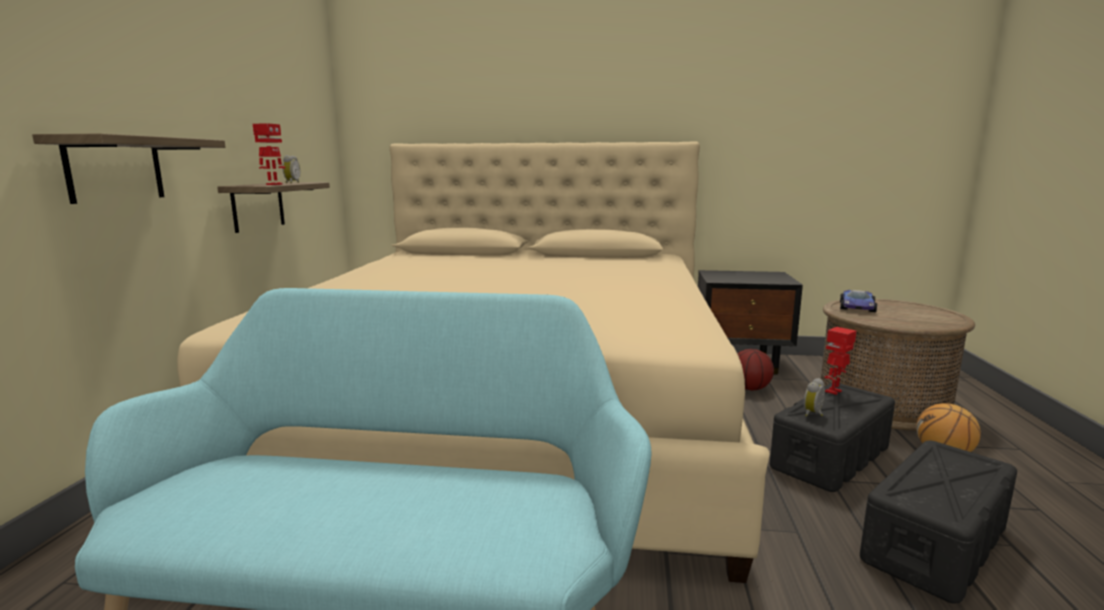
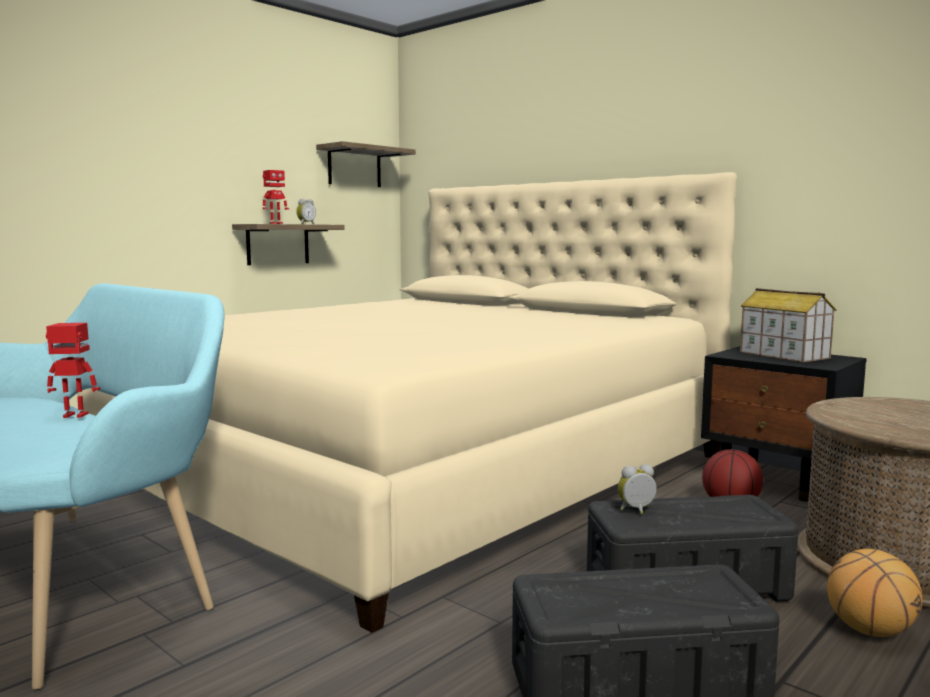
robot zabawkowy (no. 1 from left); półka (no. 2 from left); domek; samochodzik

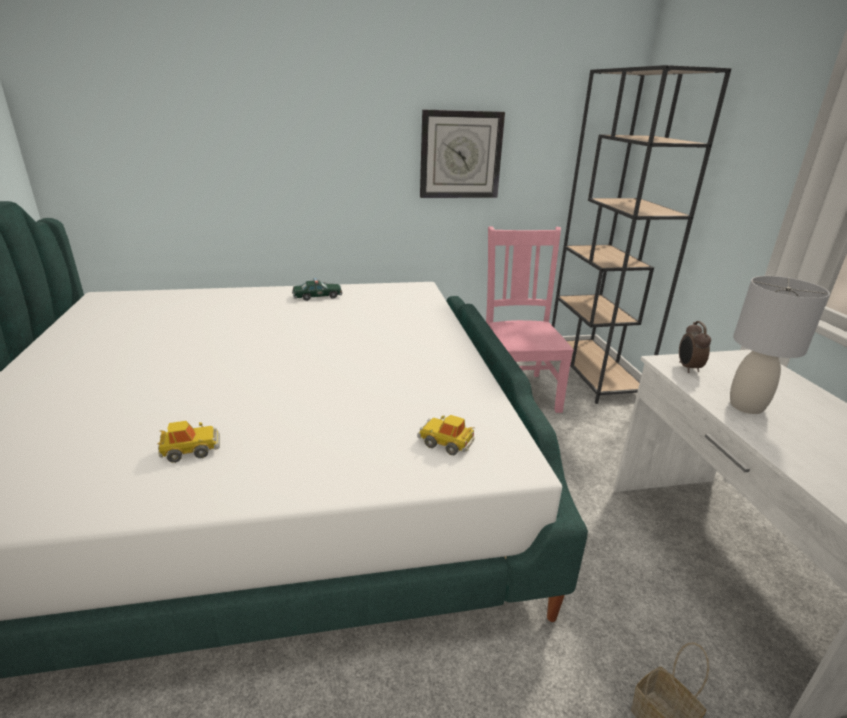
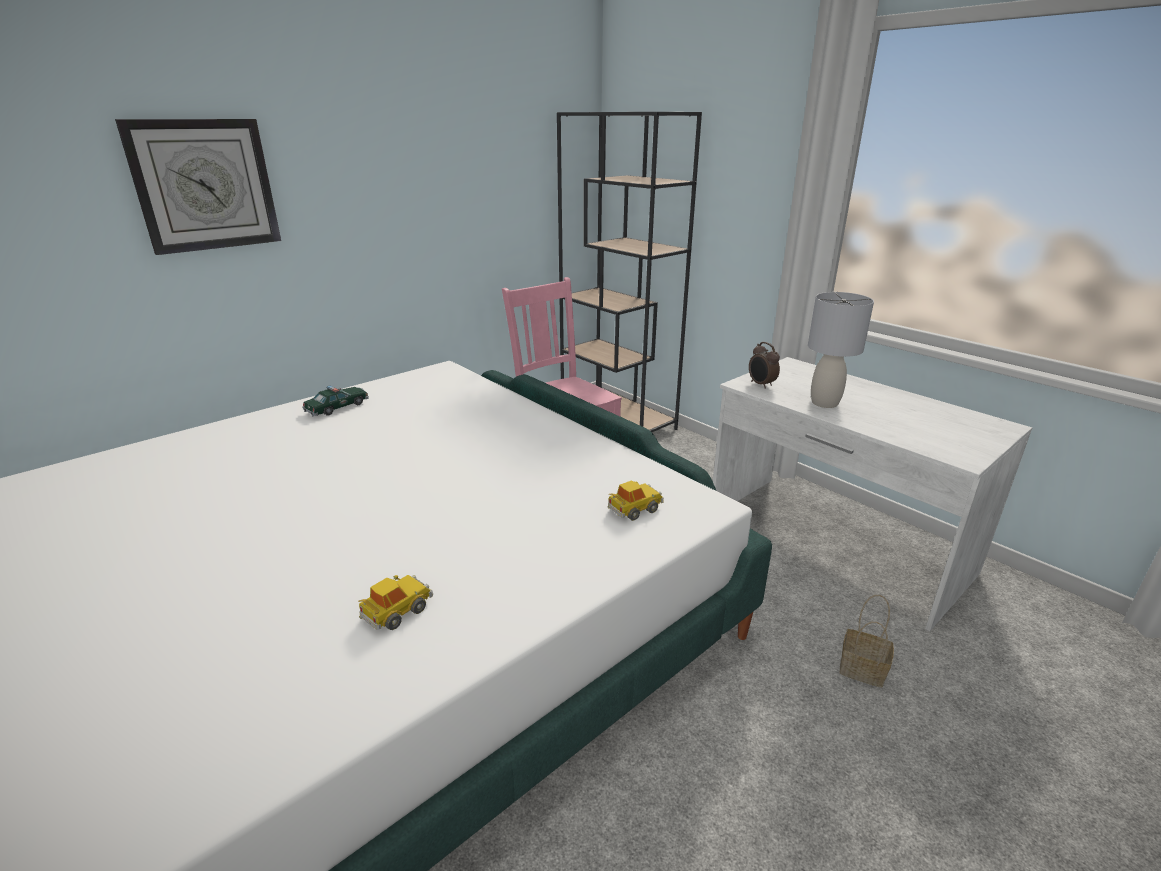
zegar ścienny; samochodzik (no. 3 from left)

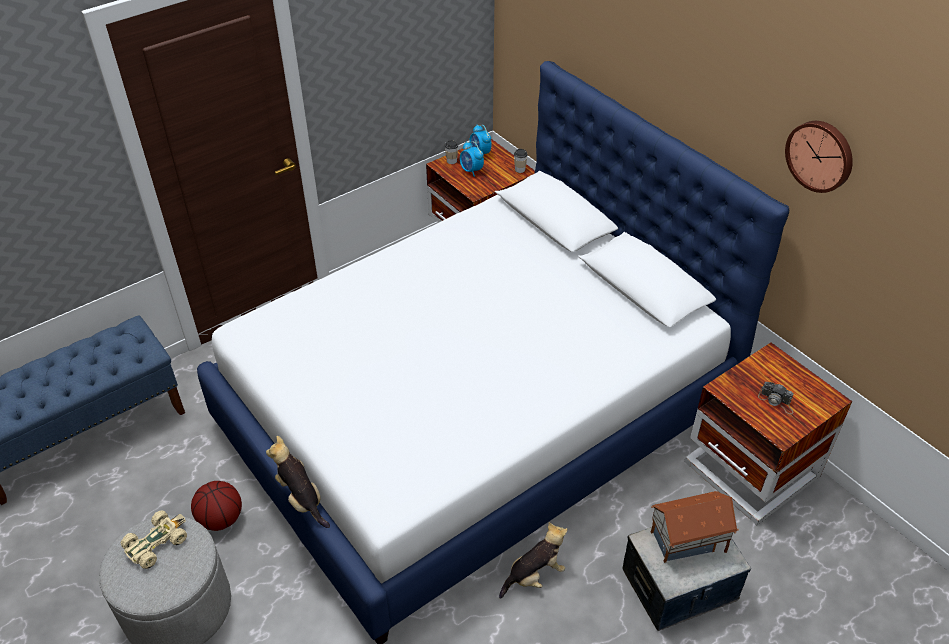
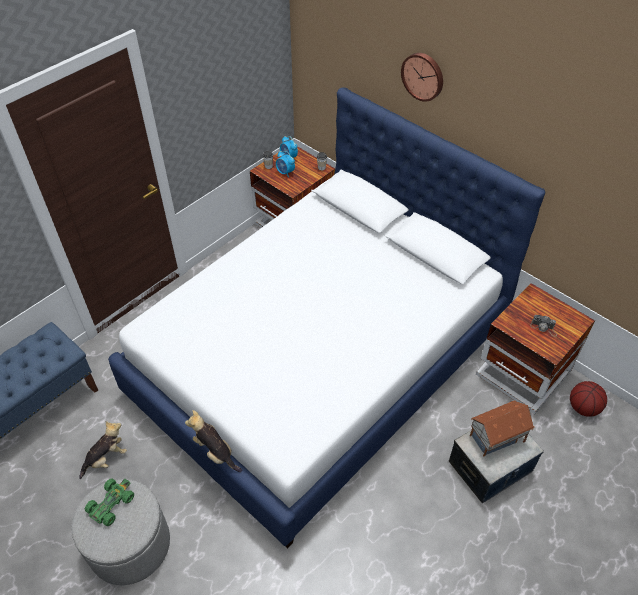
pluszak (no. 1 from left); samochodzik/zielony; zegar ścienny; piłka do koszykówki

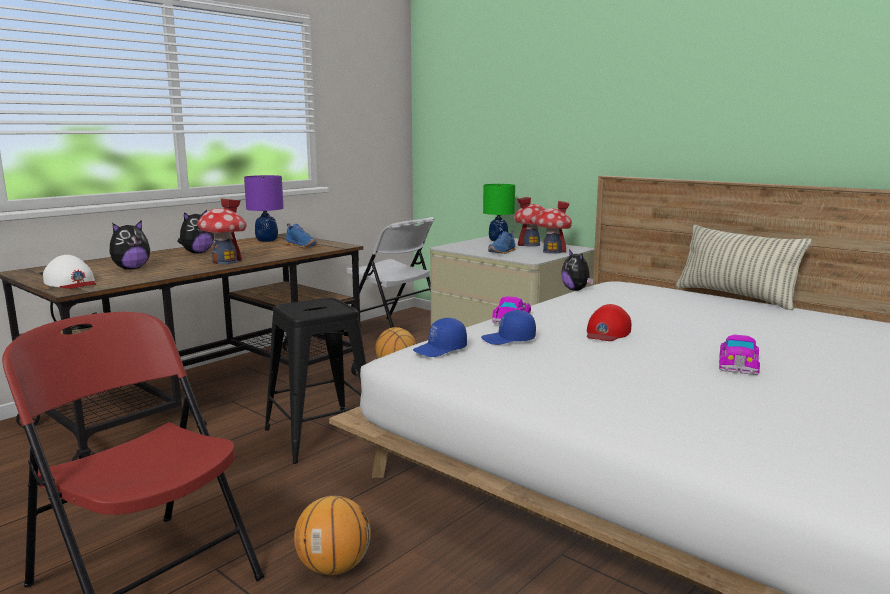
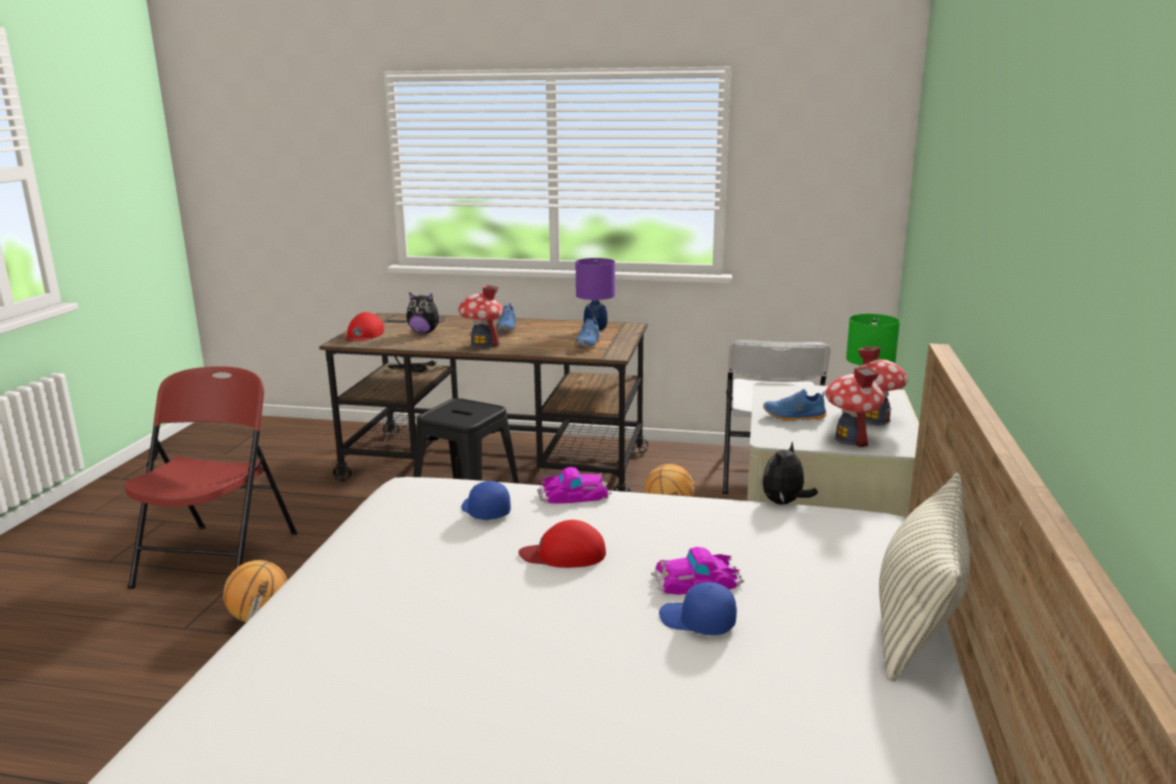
czapka z daszkiem/czerwony (no. 1 from left); but/niebieski (no. 1 from left); samochodzik (no. 2 from left); czapka z daszkiem/niebieski (no. 2 from left)

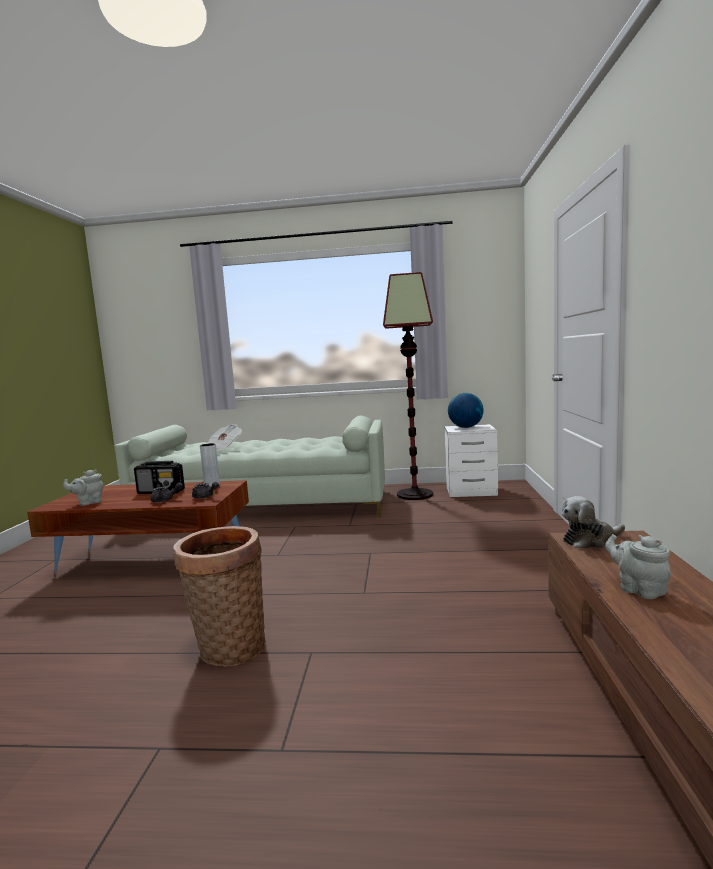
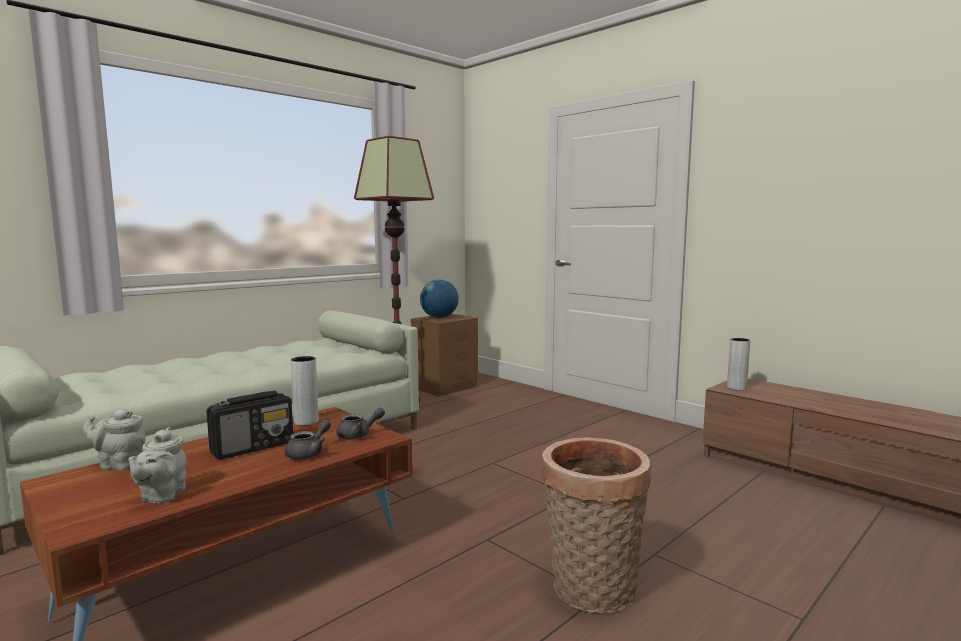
imbryk/szary (no. 1 from left); szafka nocna/brązowy; wazon/szary (no. 2 from left); gazeta

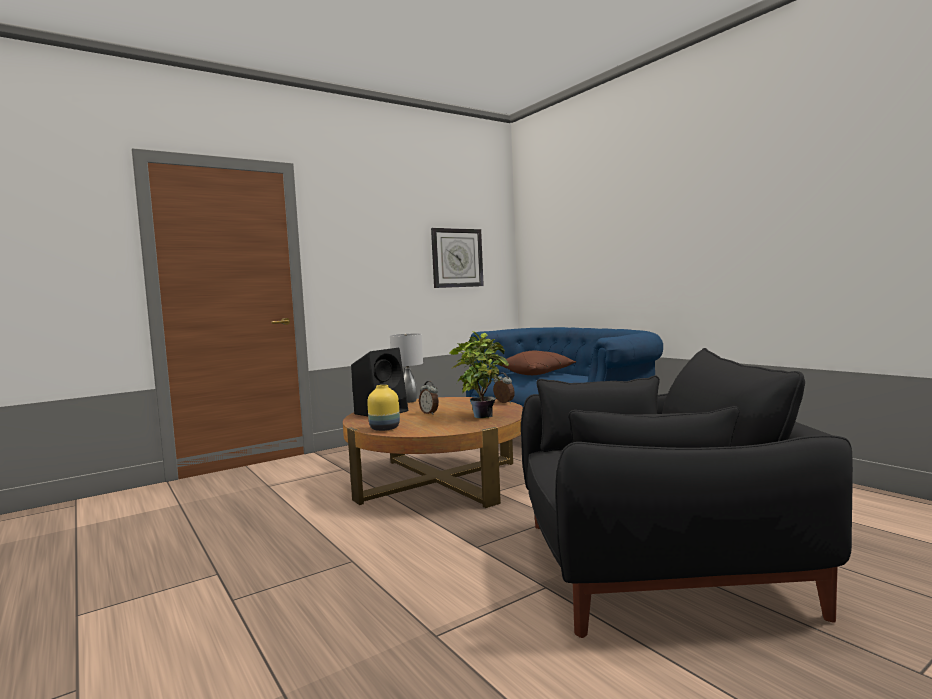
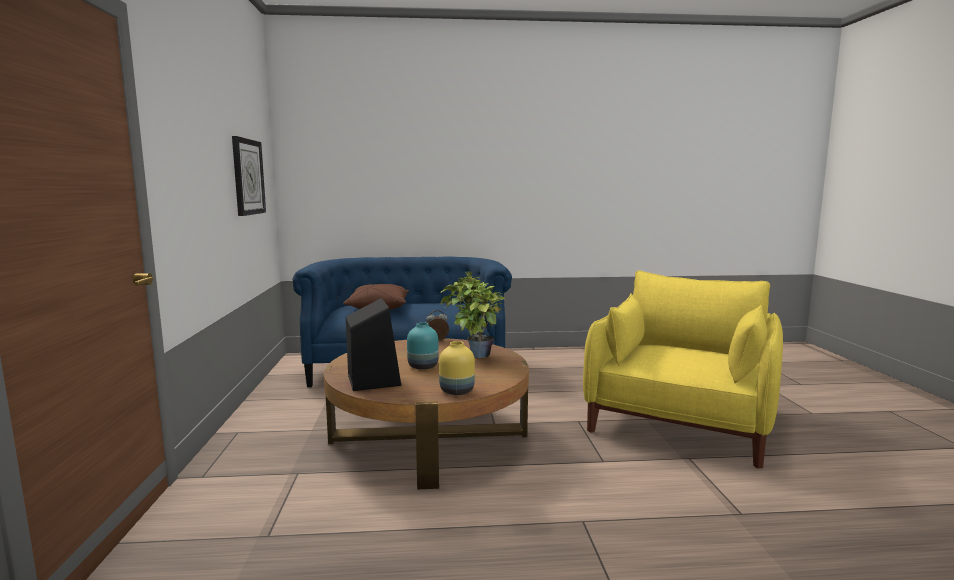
wazon/turkusowy; fotel/żółty; lampa stołowa/szary

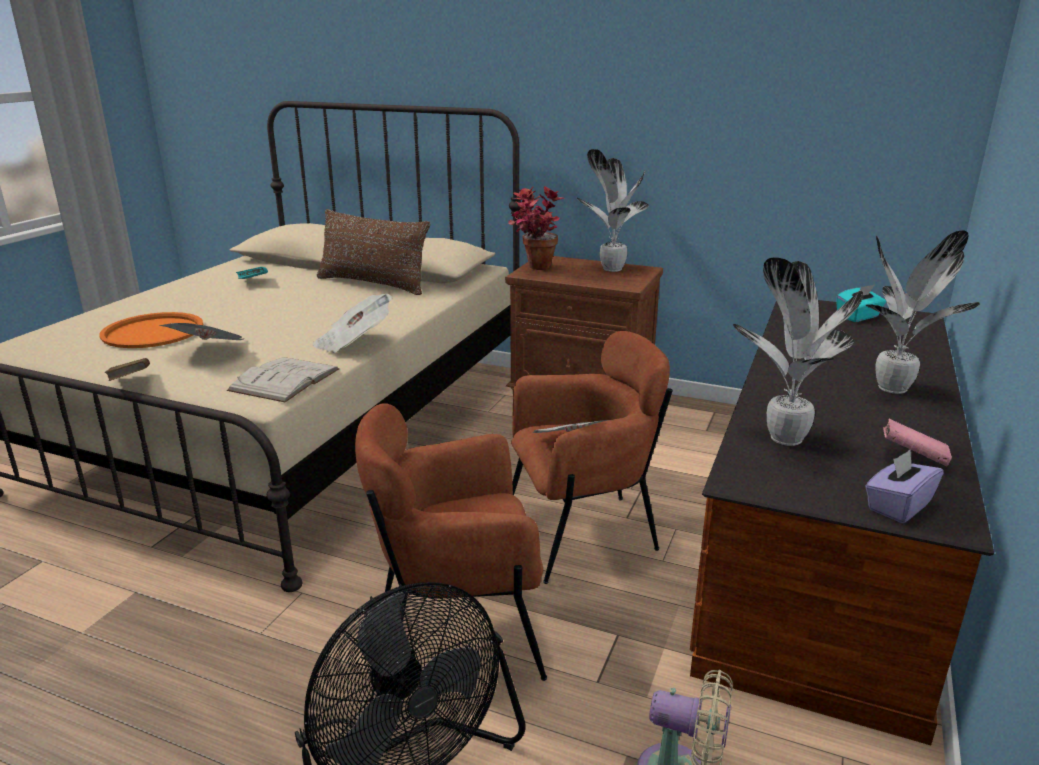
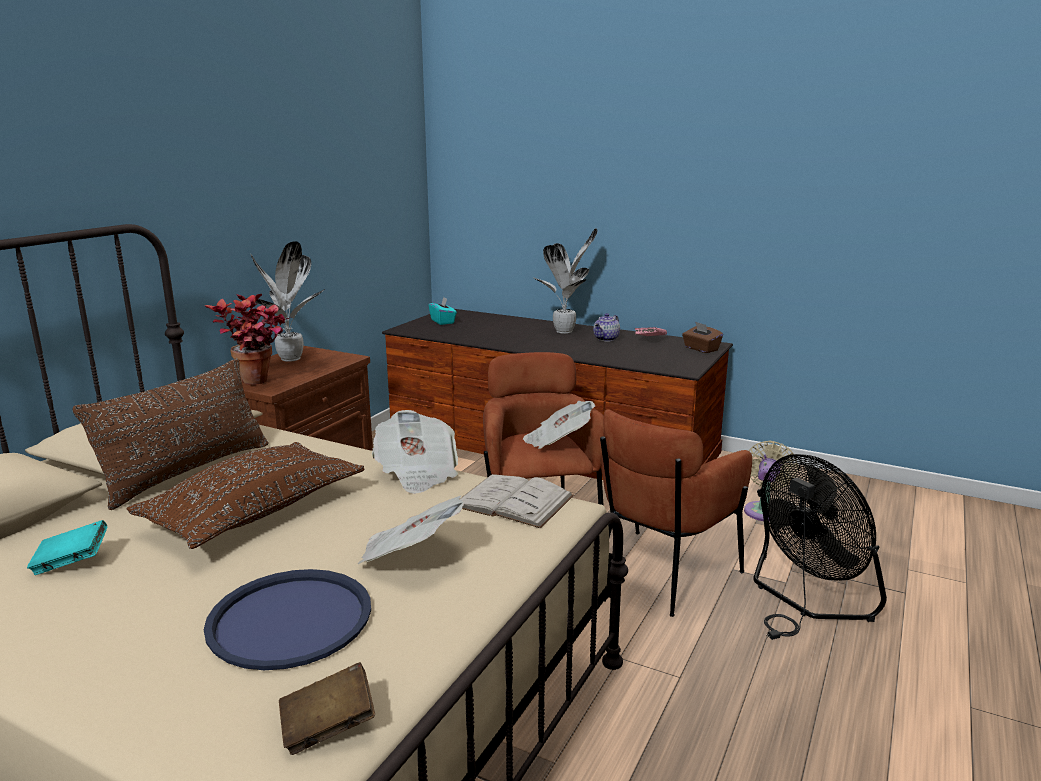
poduszka/brązowy (no. 2 from left); taca/niebieski; książka/brązowy; imbryk; fotel/brązowy (no. 2 from left); pudełko chusteczek/brązowy; roślina doniczkowa (no. 3 from left in the first image)

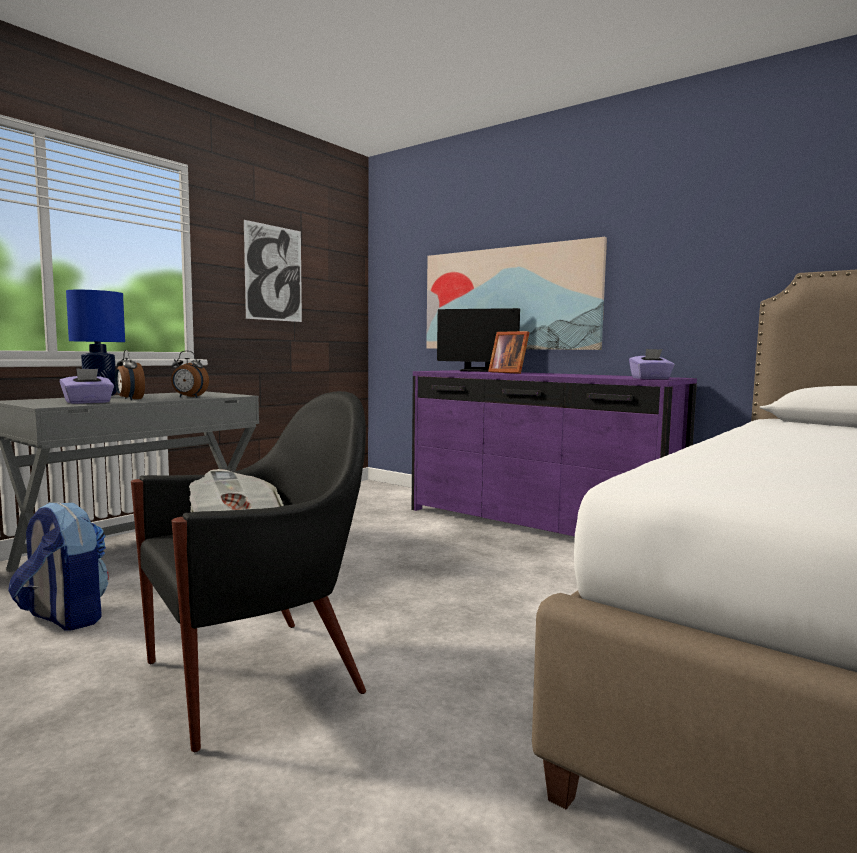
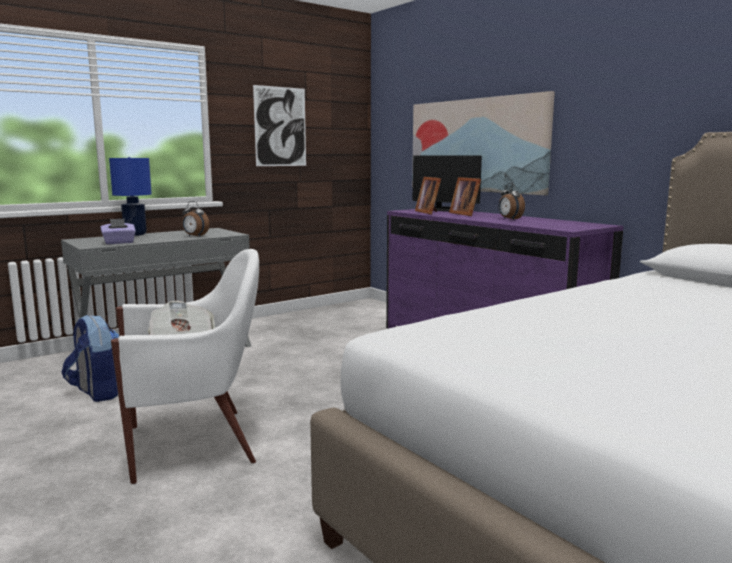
fotel/biały; ramka na zdjęcie (no. 1 from left); budzik (no. 2 from left); pudełko chusteczek/fioletowy (no. 2 from left in the first image)

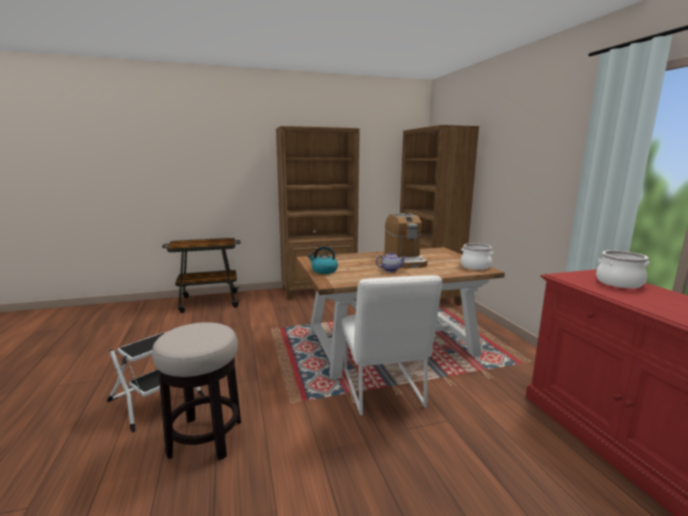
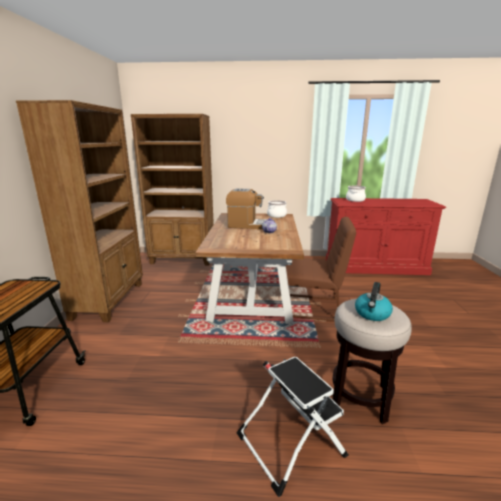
krzesło/brązowy; czajnik

